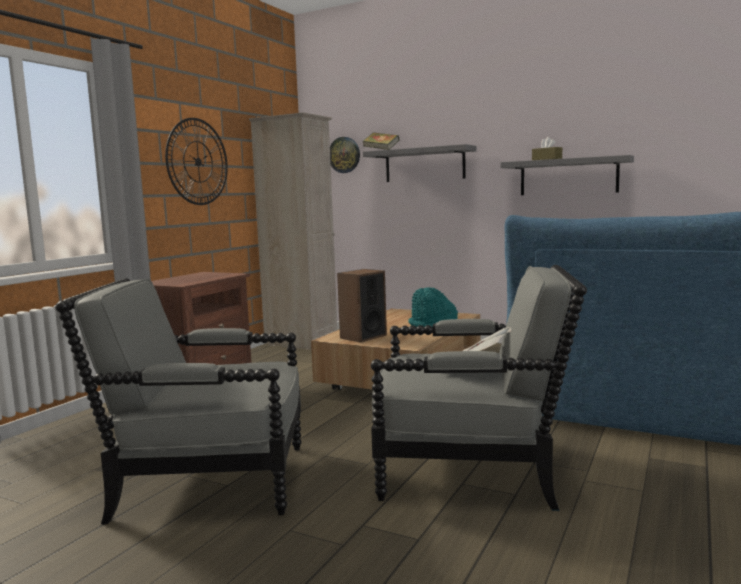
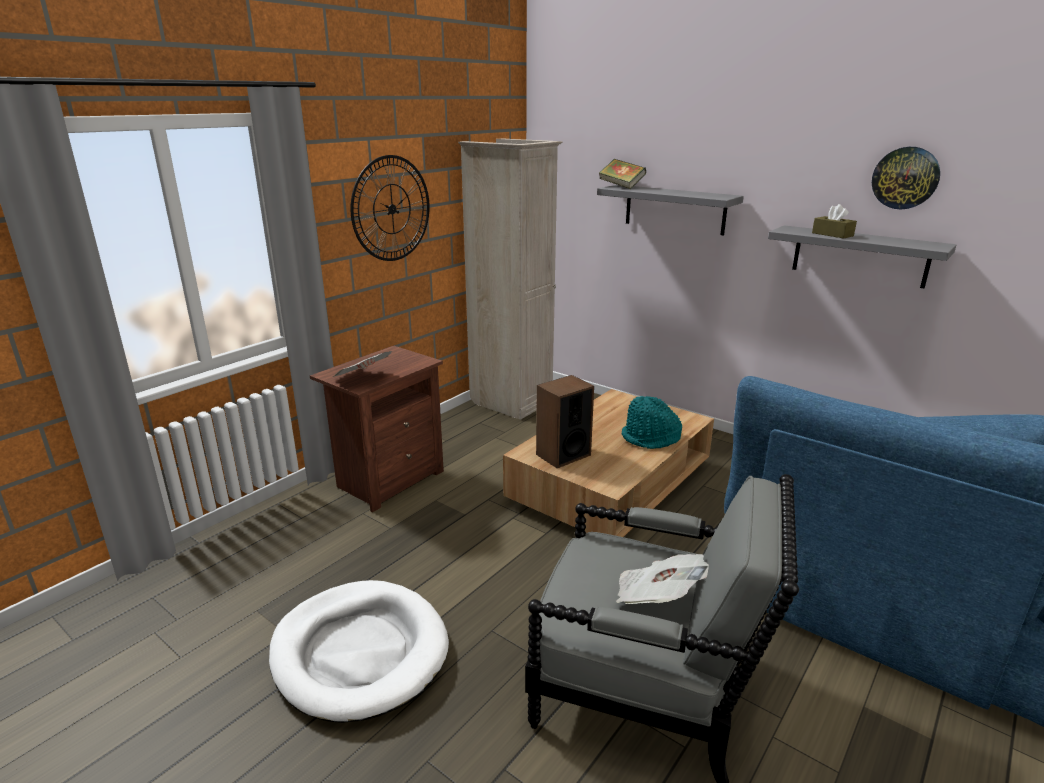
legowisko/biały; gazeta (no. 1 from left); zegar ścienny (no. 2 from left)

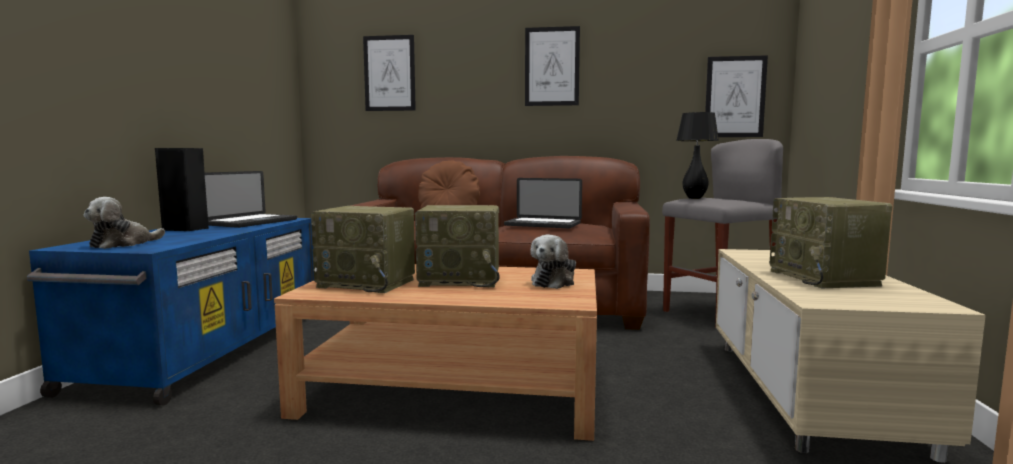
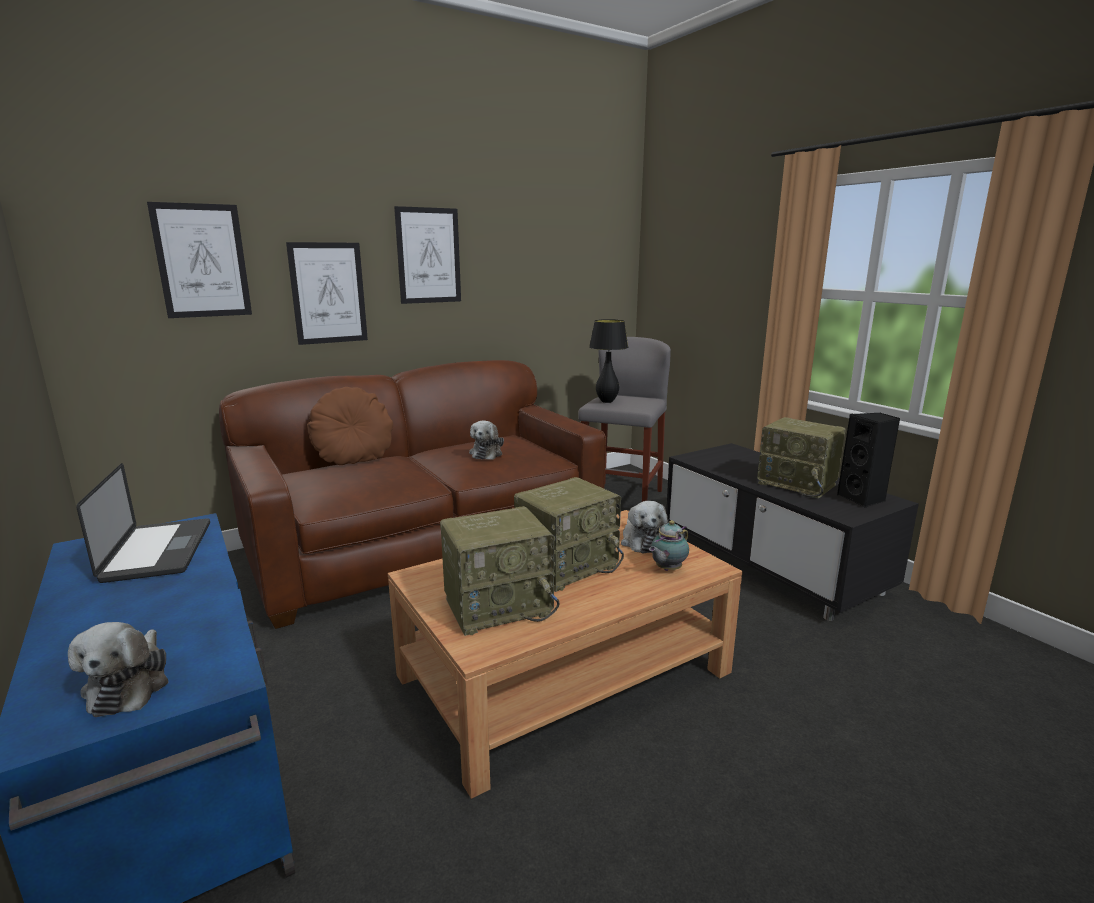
obraz (no. 2 from left); pluszak (no. 2 from left); imbryk; szafka pod telewizor/czarny; głośnik/czarny

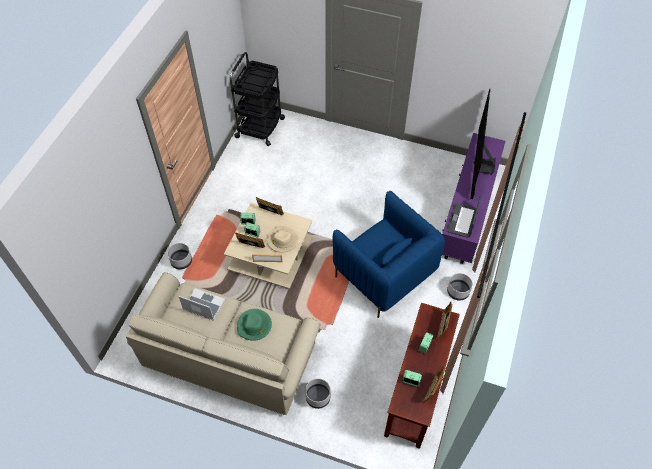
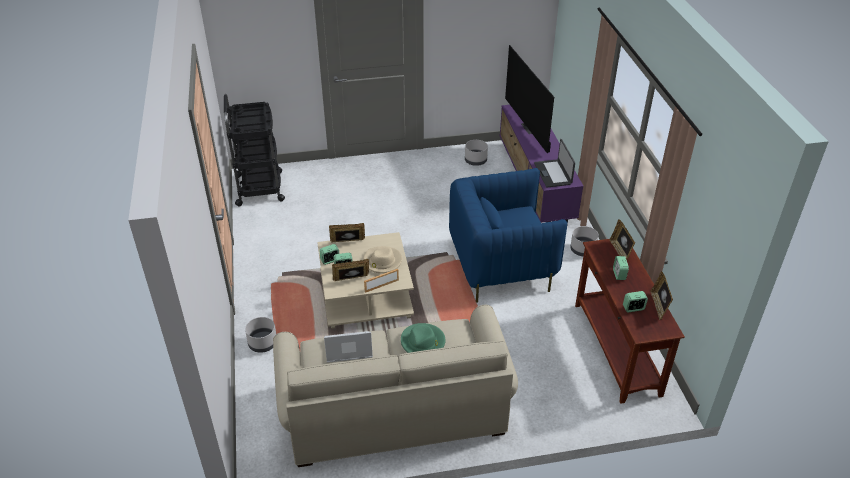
fotel/niebieski; donica/szary (no. 2 from left)

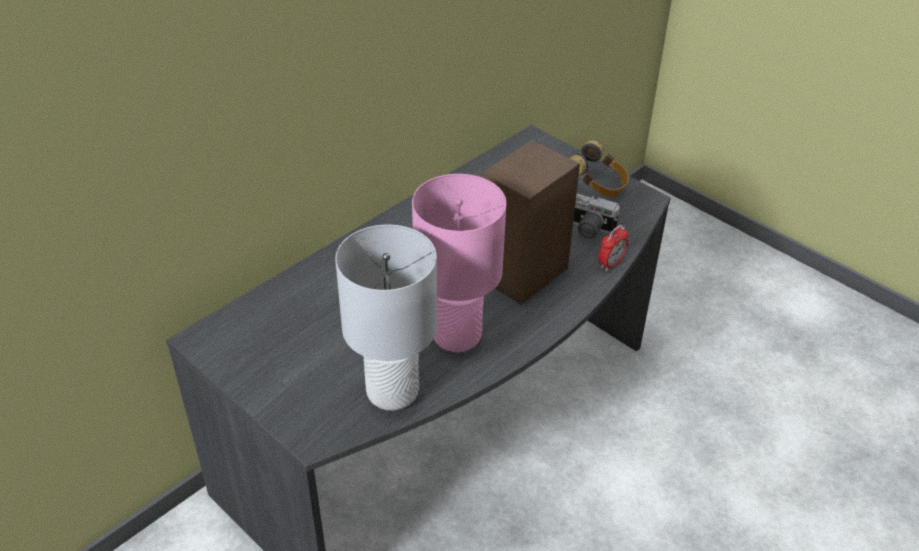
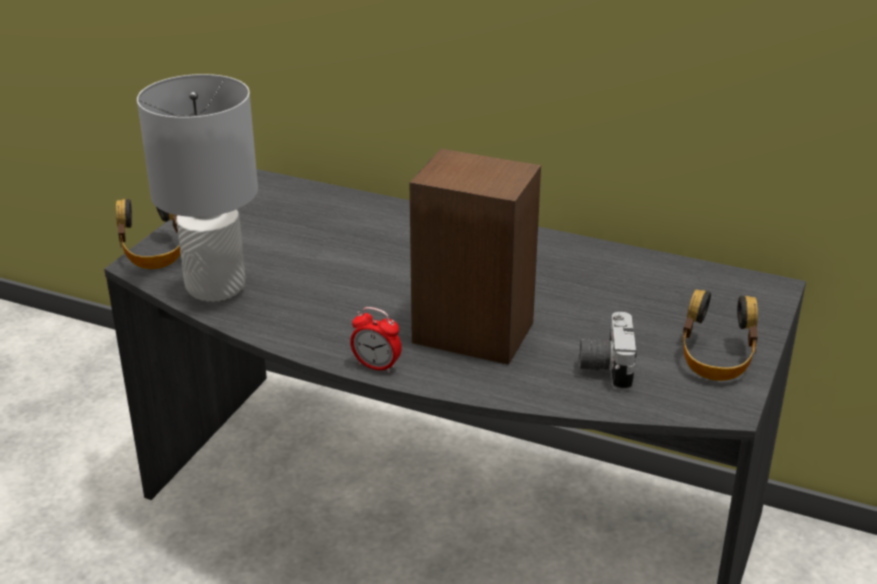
słuchawki (no. 1 from left); budzik; lampa stołowa/różowy

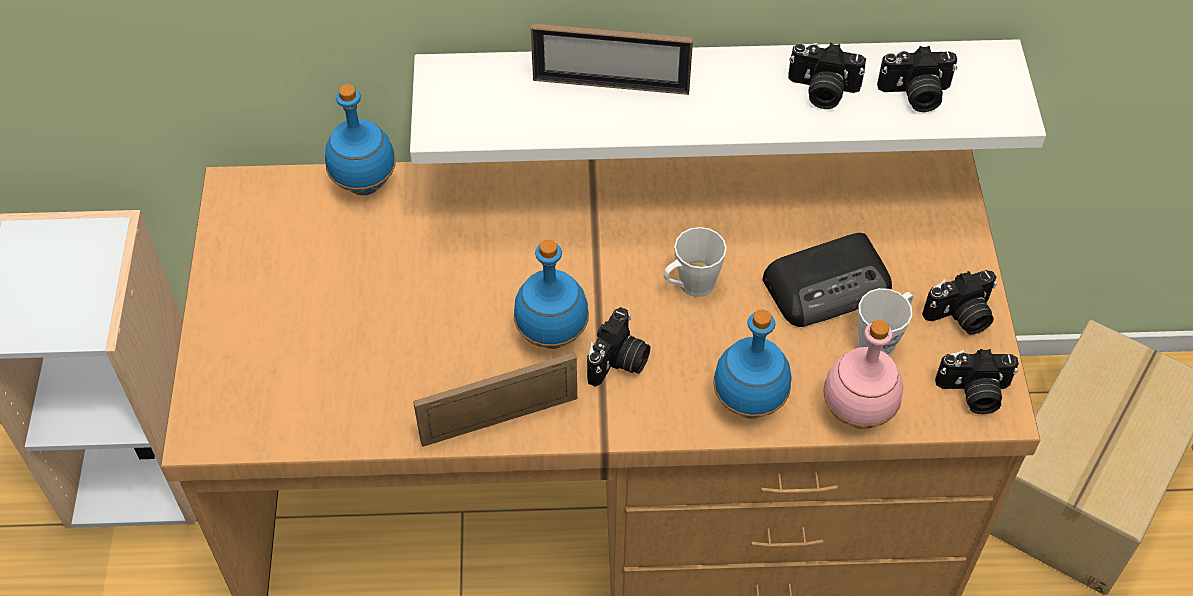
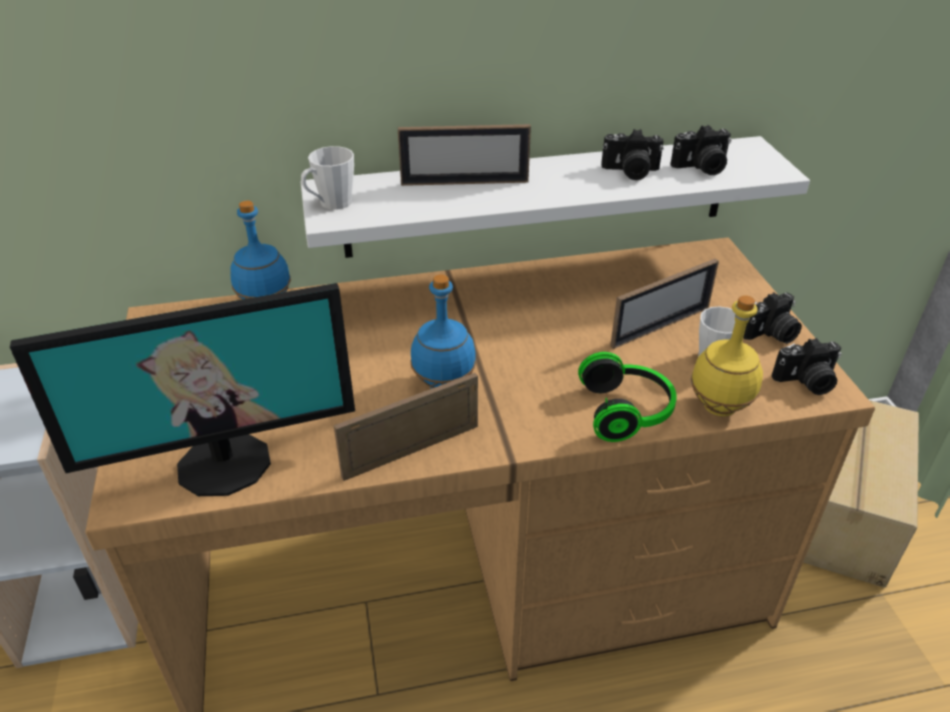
monitor; kubek/biały (no. 1 from left); słuchawki; ramka na zdjęcie (no. 3 from left); butelka/żółty; aparat fotograficzny (no. 1 from left in the first image)

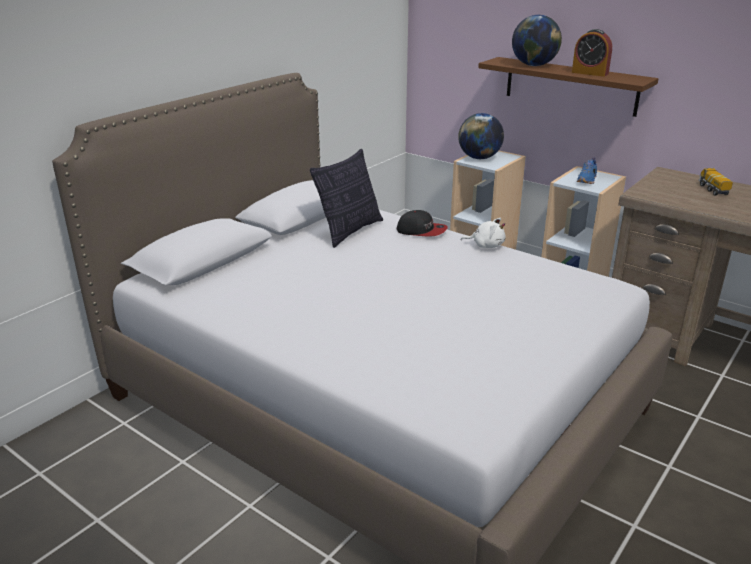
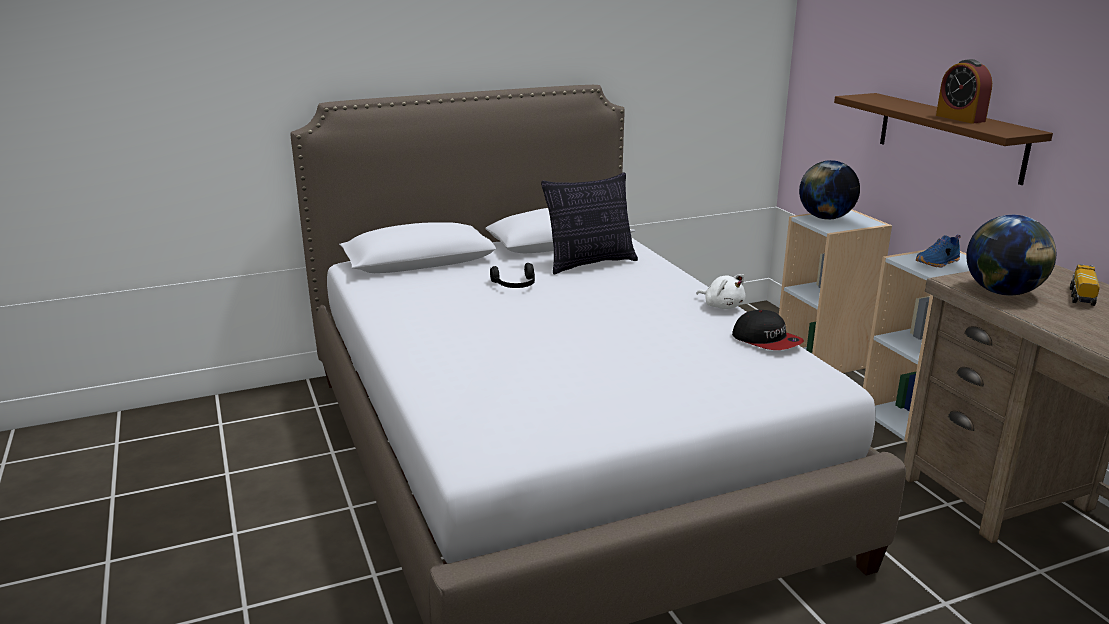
słuchawki/czarny; czapka z daszkiem; globus (no. 2 from left)

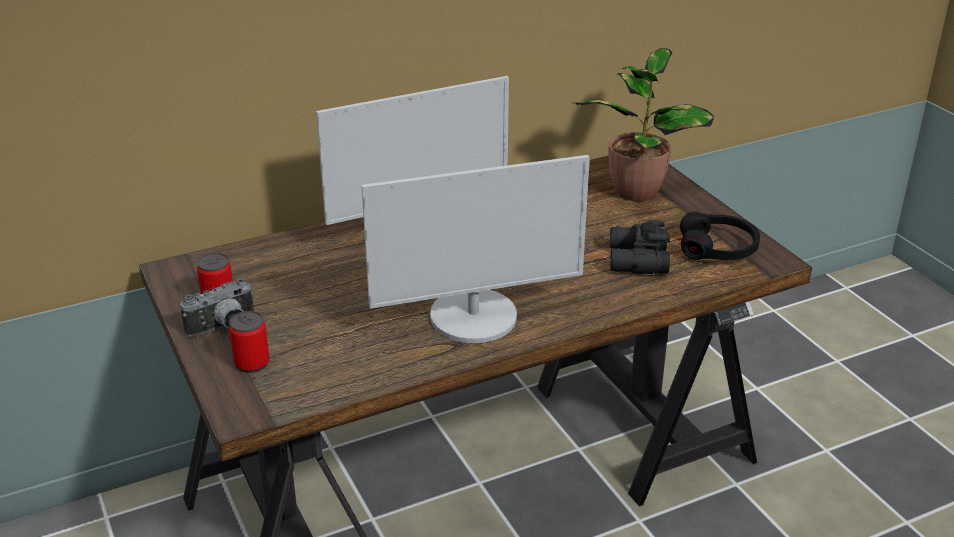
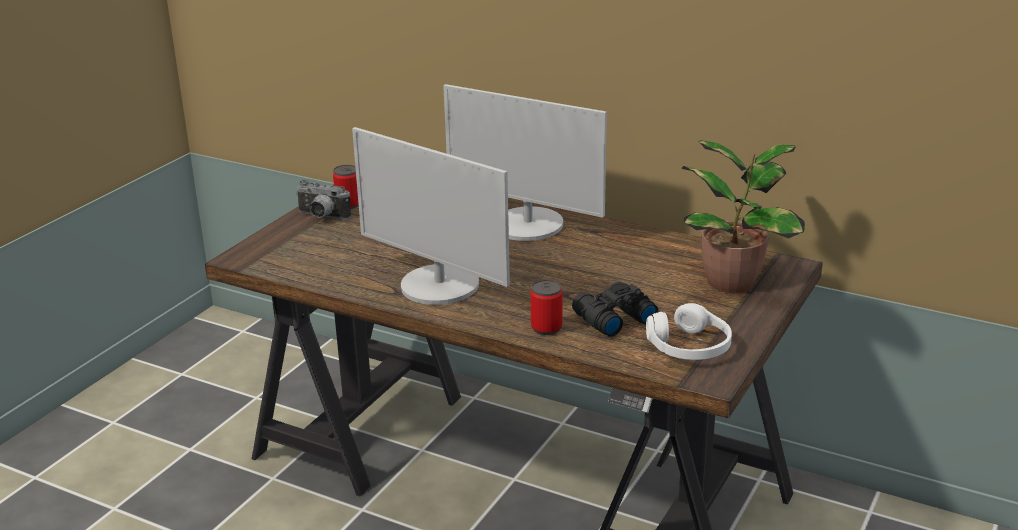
puszka (no. 2 from left); słuchawki/biały

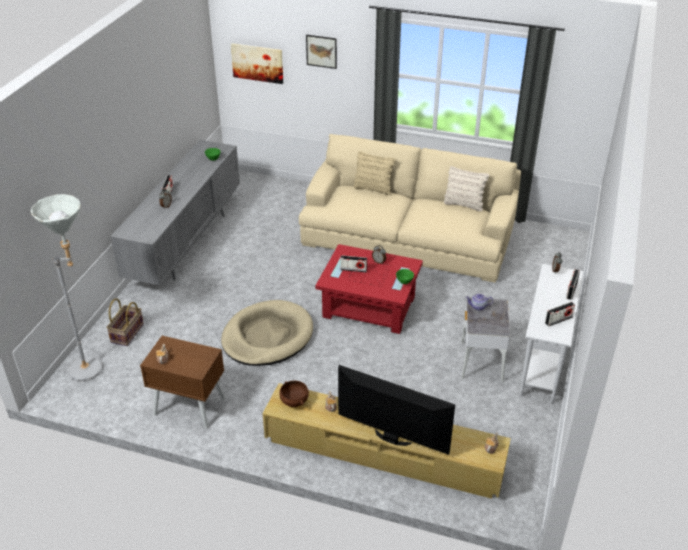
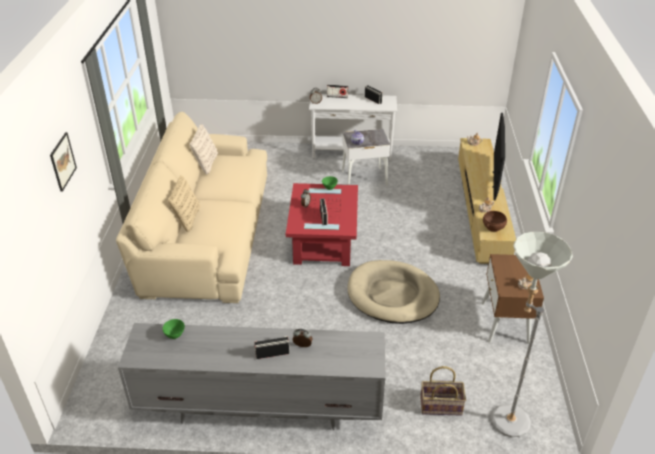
obraz (no. 1 from left in the first image)

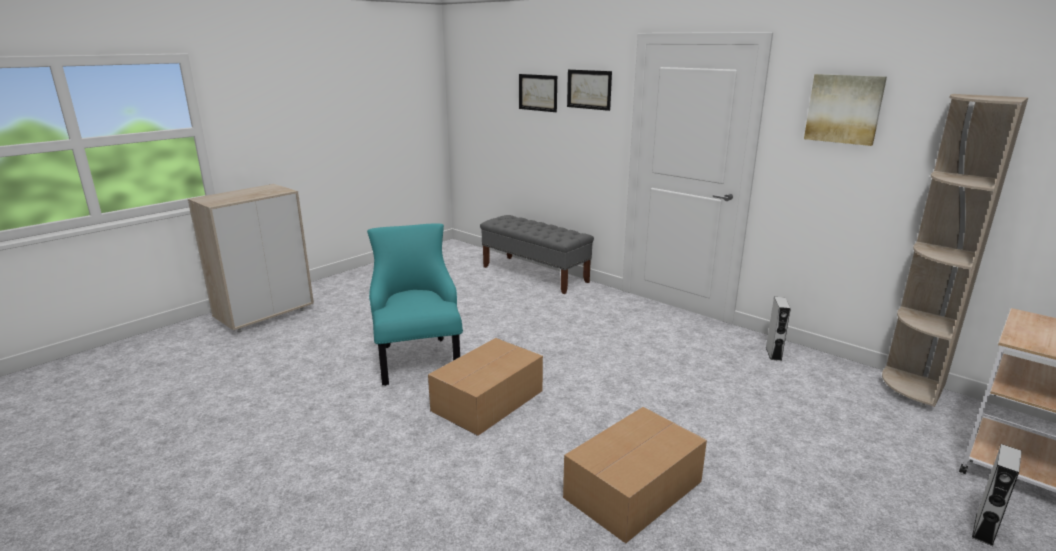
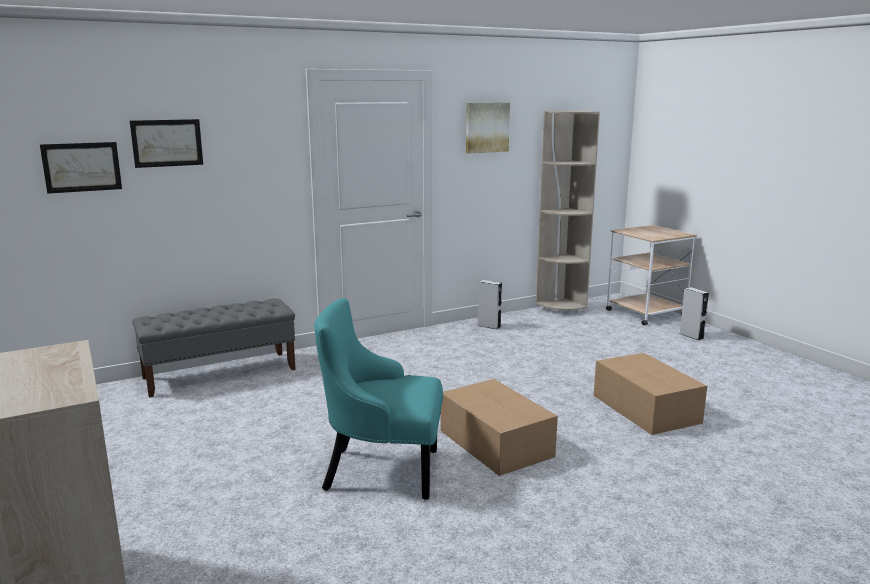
obraz (no. 1 from left)

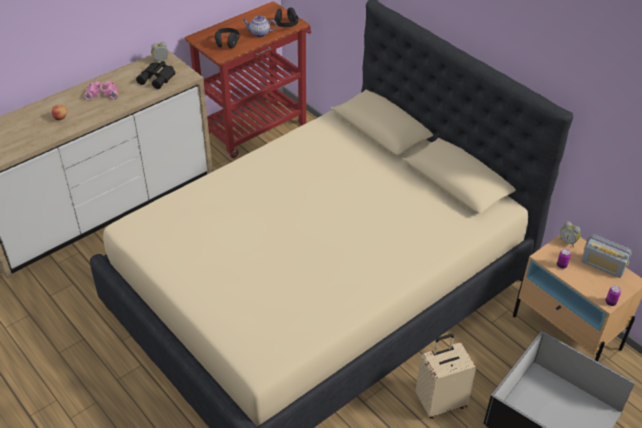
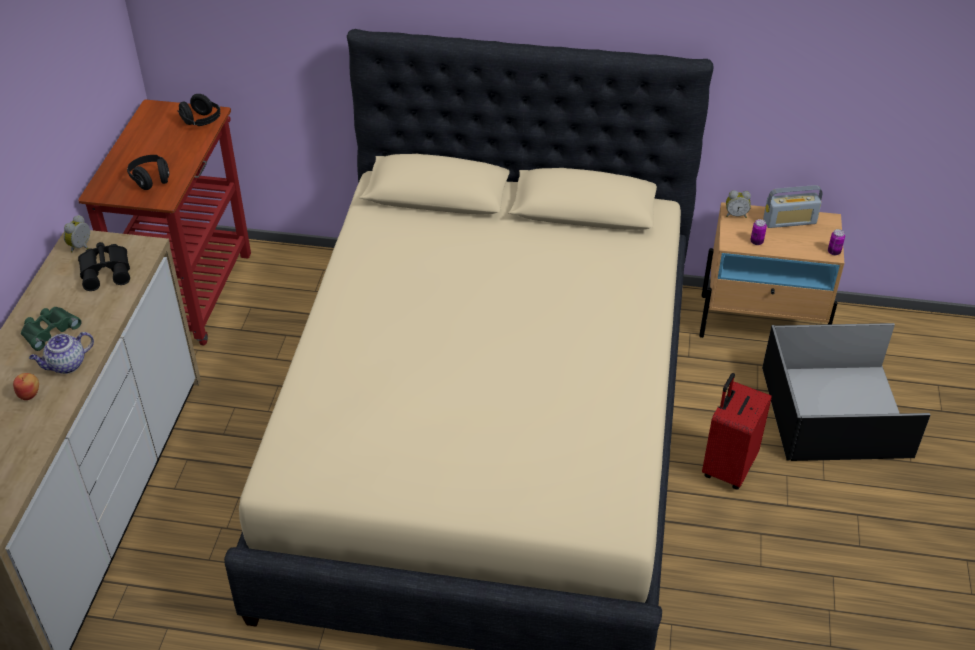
lornetka/zielony; imbryk; walizka/czerwony

